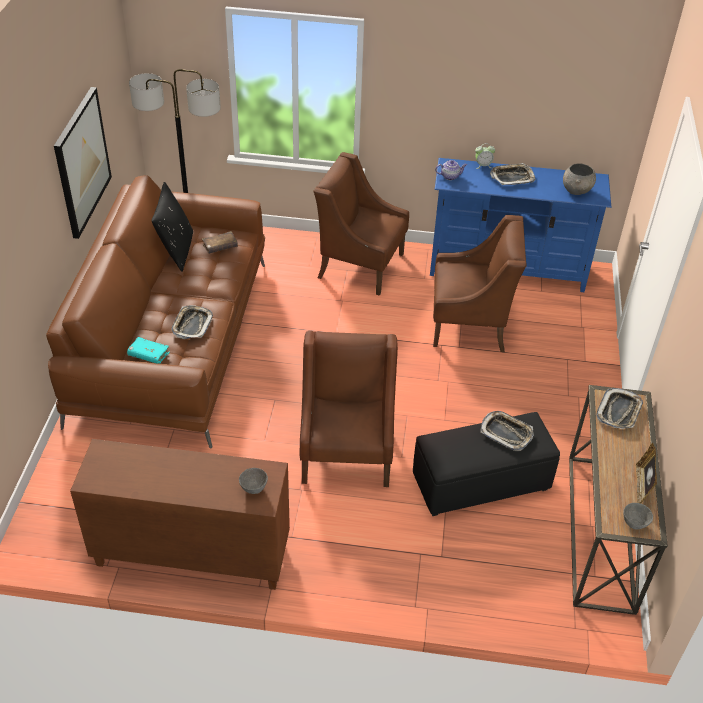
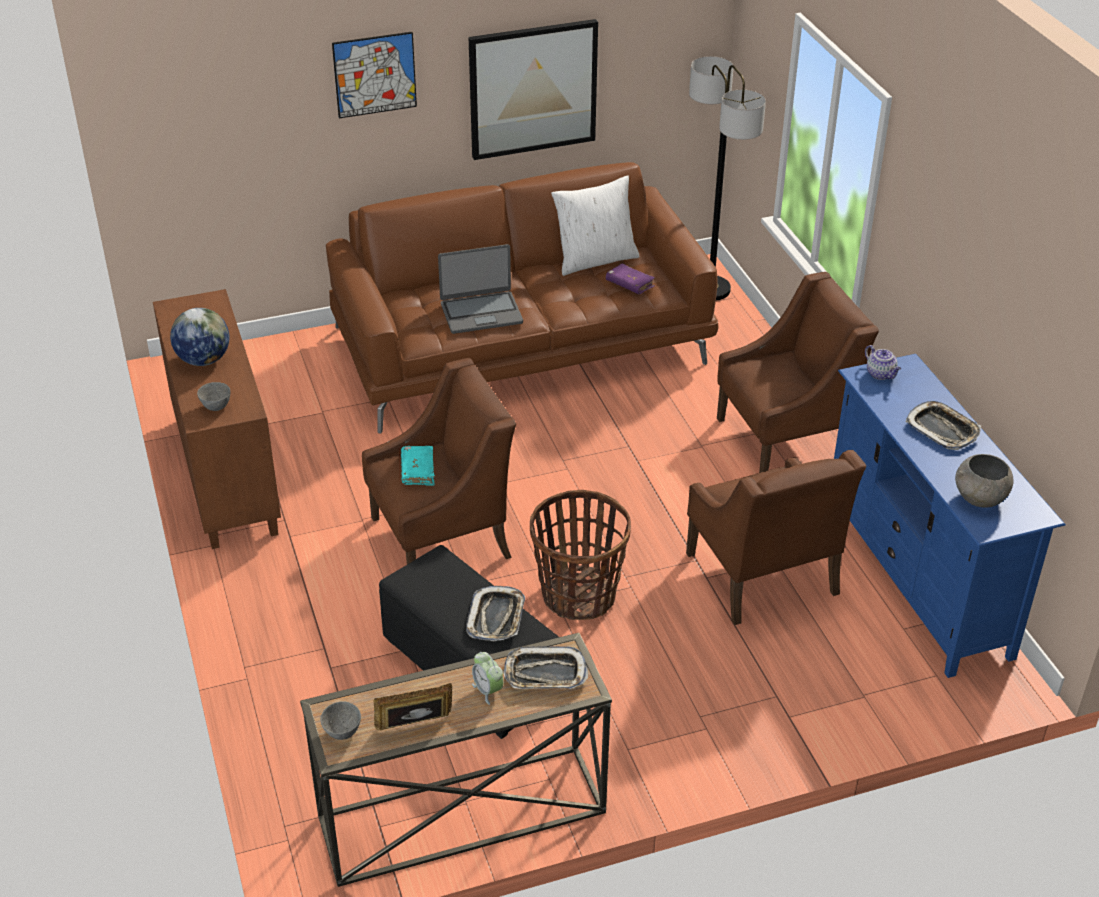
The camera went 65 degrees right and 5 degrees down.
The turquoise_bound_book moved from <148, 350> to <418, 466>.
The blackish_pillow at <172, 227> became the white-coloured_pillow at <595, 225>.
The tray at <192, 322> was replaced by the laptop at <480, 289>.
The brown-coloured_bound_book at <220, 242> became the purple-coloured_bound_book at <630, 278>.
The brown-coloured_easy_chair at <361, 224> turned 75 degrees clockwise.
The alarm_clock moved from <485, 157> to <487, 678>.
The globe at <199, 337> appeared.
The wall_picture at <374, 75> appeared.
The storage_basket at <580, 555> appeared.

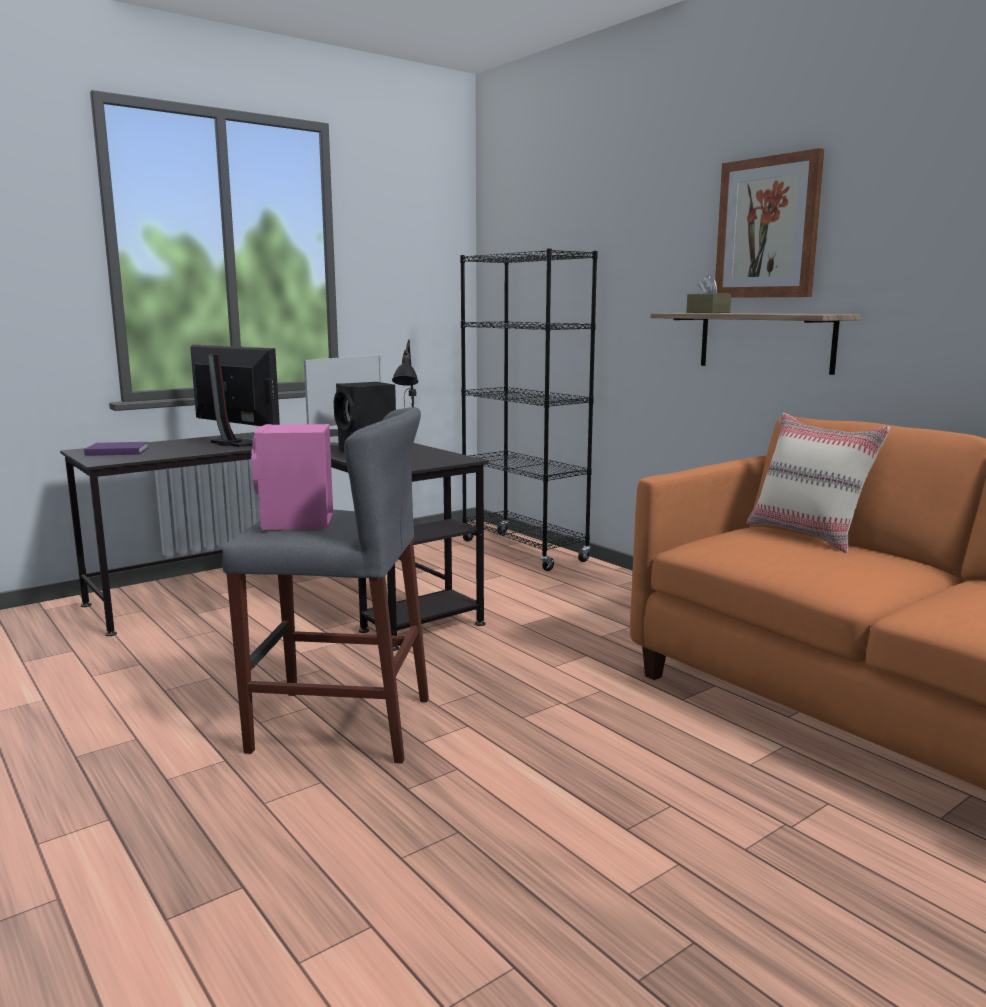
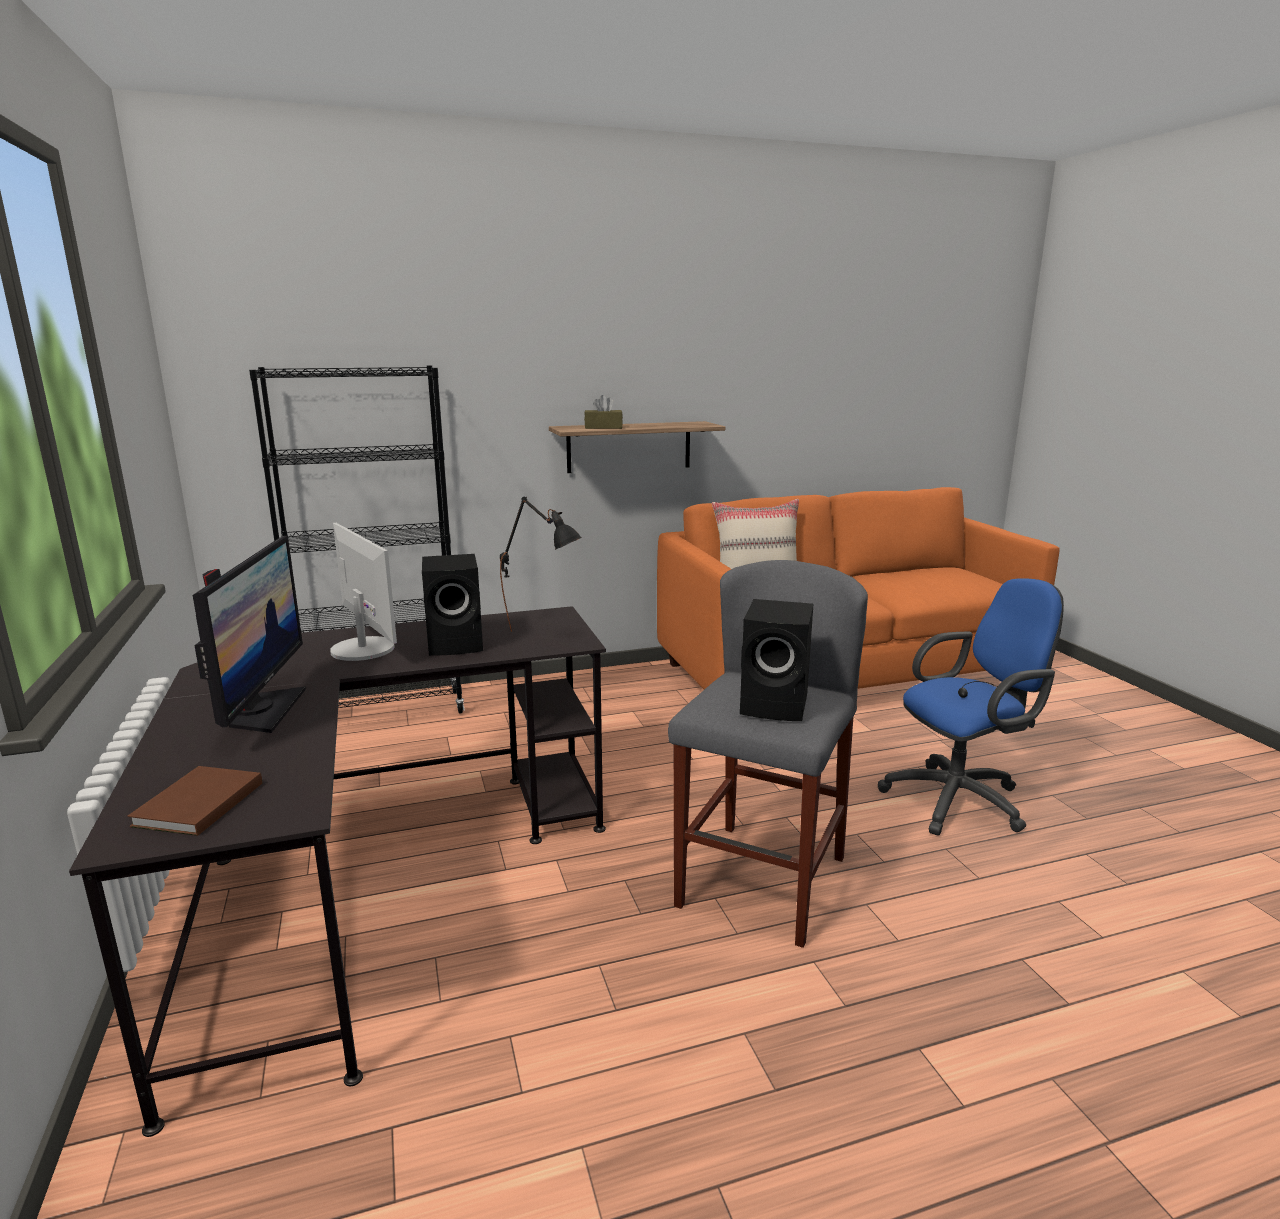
The camera went 70 degrees left and 5 degrees up.
The purple-coloured_bound_book at <116, 449> became the brown-coloured_bound_book at <195, 801>.
The computer_screen at <235, 396> turned 120 degrees clockwise.
The pink-coloured_speaker at <292, 477> became the blackish_speaker at <776, 660>.
The wall_picture at <770, 223> disappeared.
The blue-coloured_computer_chair at <971, 707> appeared.

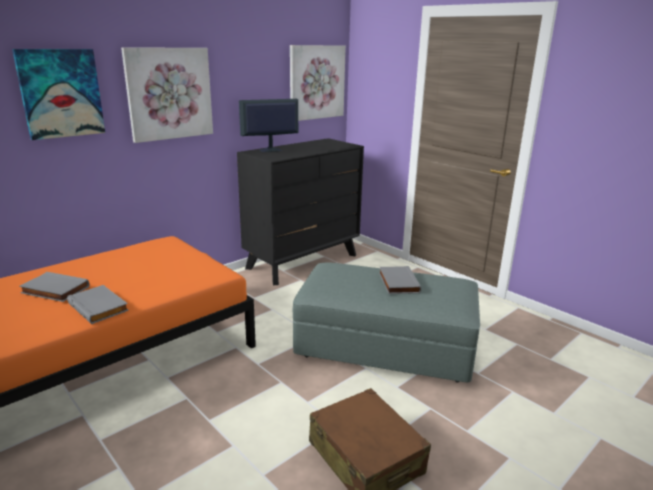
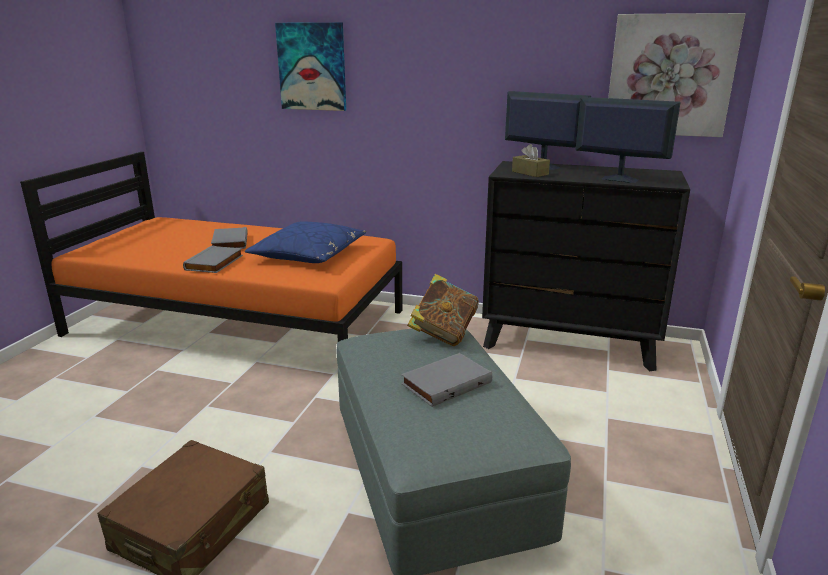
The camera went 60 degrees right and 0 degrees up.
The wall_picture at <167, 95> disappeared.
The blue-coloured_pillow at <305, 242> appeared.
The bound_book at <443, 310> appeared.
The brown-coloured_tissue_holder at <531, 160> appeared.
The computer_screen at <628, 140> appeared.

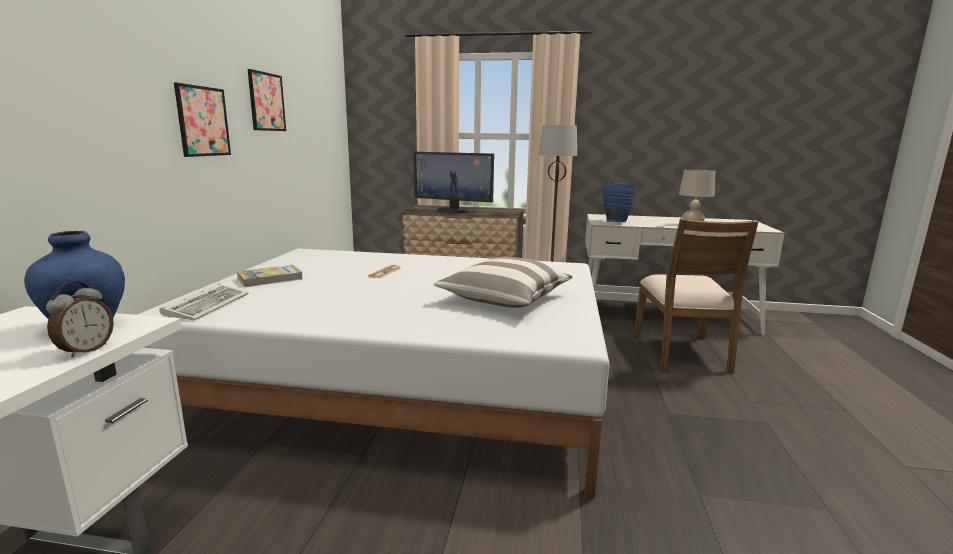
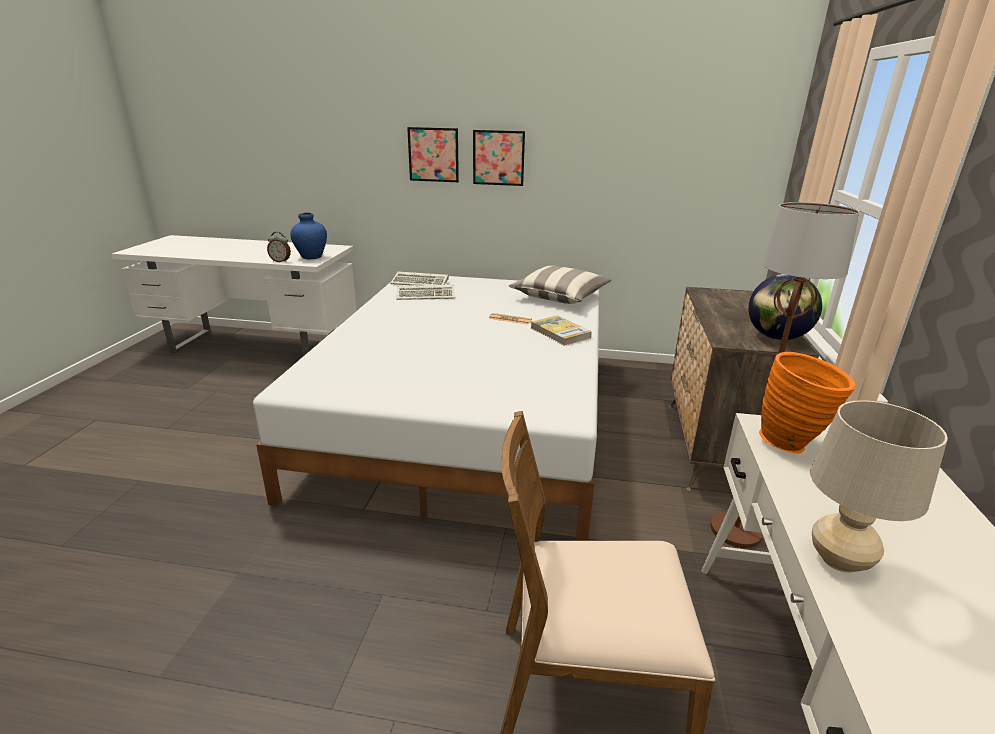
The camera went 90 degrees right and 10 degrees up.
The bound_book moved from <270, 276> to <561, 331>.
The wall_picture moved from <267, 100> to <433, 154>.
The computer_screen at <454, 182> disappeared.
The pillow moved from <503, 282> to <560, 285>.
The blue-coloured_decorative_vase at <620, 202> became the orangey_decorative_vase at <807, 403>.
The computer_keyboard at <426, 292> appeared.
The globe at <785, 307> appeared.

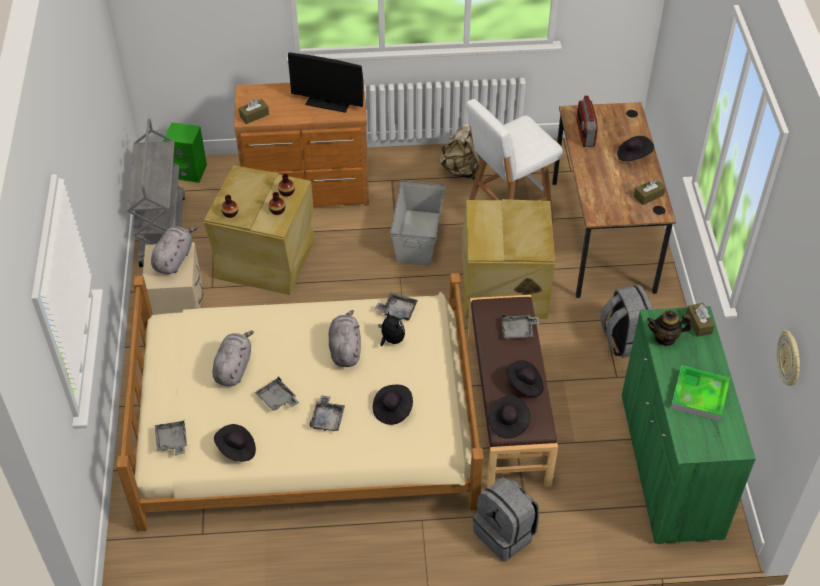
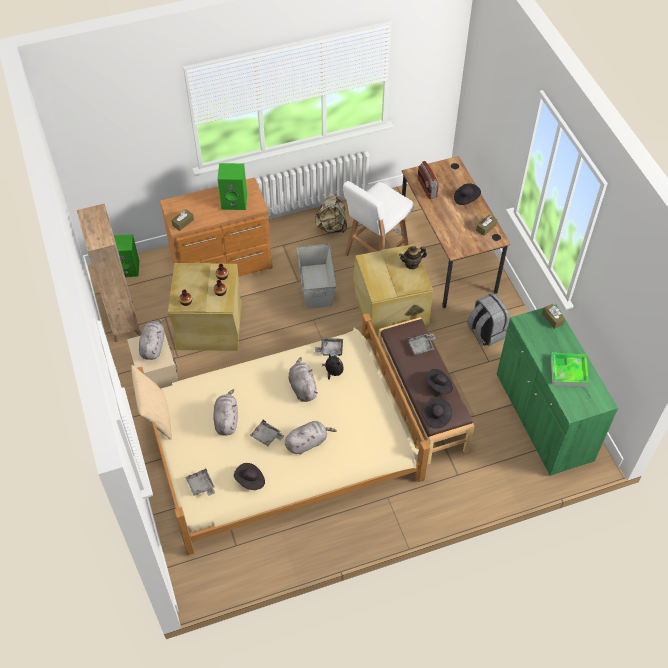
The camera went 15 degrees left and 5 degrees up.
The grey_cart at <155, 192> was replaced by the brown-coloured_shelving_unit at <109, 273>.
The computer_screen at <326, 82> was replaced by the green-coloured_speaker at <232, 186>.
The grey_tray at <327, 413> was replaced by the grey_soft_toy at <311, 437>.
The blackish_clothing_hat at <393, 405> disappeared.
The grey_backpack at <506, 519> disappeared.
The tea_pot moved from <669, 328> to <413, 257>.
The hanging_clock at <788, 358> disappeared.
The beige-coloured_pillow at <151, 402> appeared.

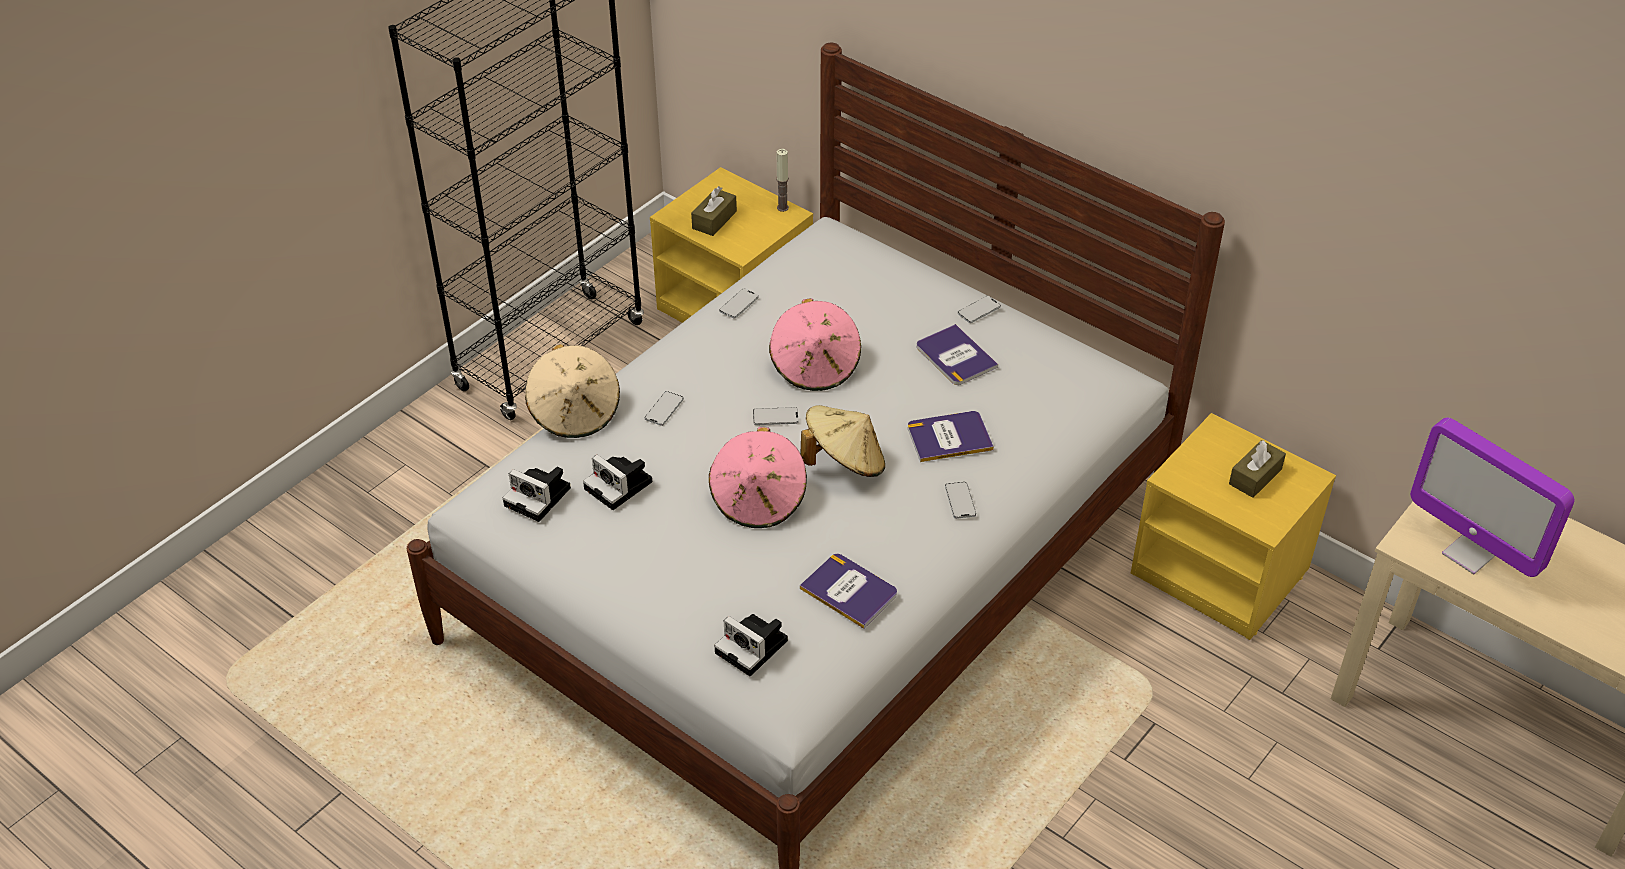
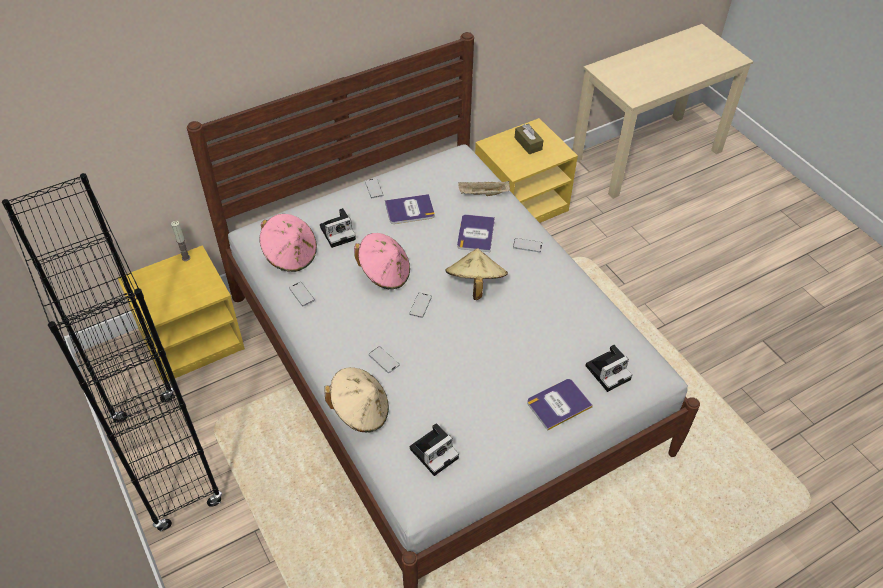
The camera went 70 degrees left and 5 degrees up.
The still_camera moved from <617, 482> to <338, 228>.
The brown-coloured_tissue_holder at <714, 211> disappeared.
The pink-coloured_clothing_hat moved from <758, 477> to <288, 243>.
The bound_book moved from <848, 591> to <560, 405>.
The computer_screen at <1492, 497> disappeared.
The beige-coloured_tray at <484, 188> appeared.

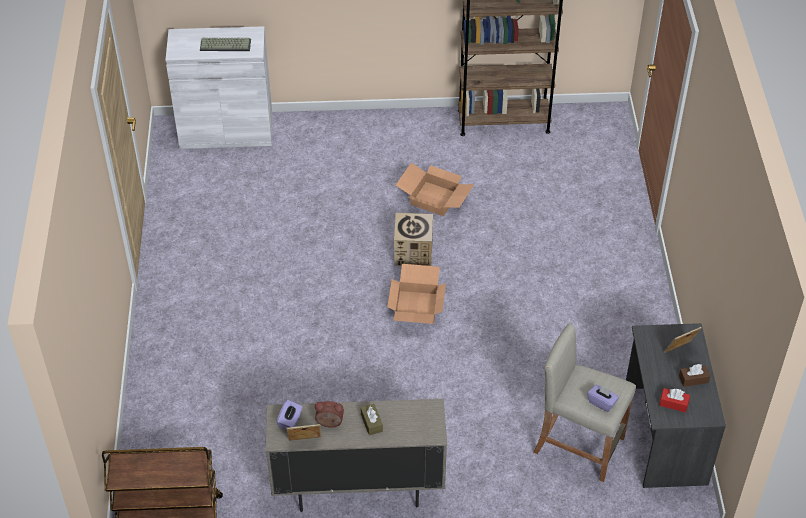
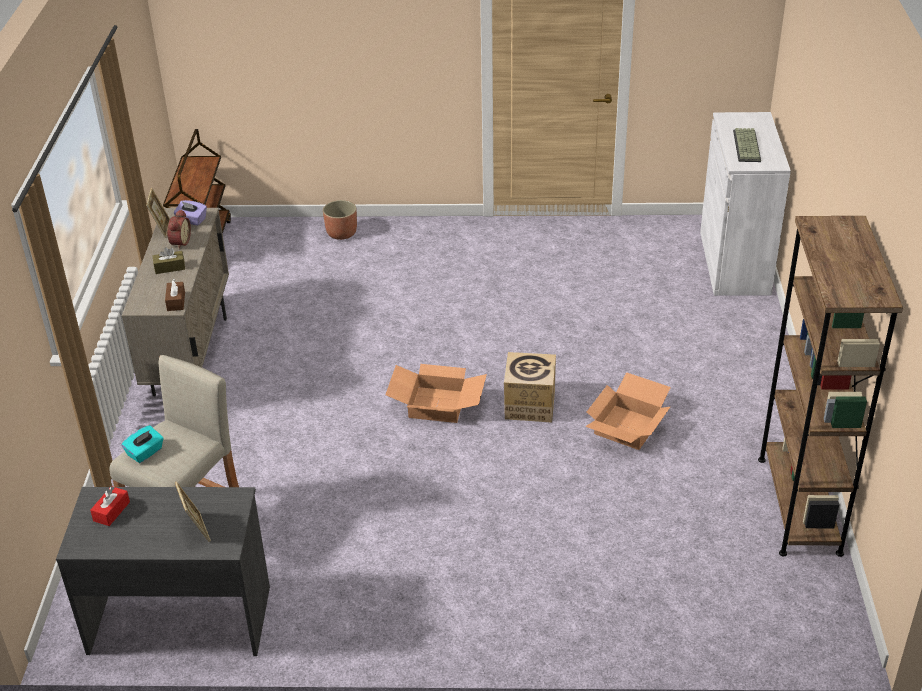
The camera went 95 degrees right and 10 degrees down.
The purple-coloured_tissue_holder at <603, 398> became the turquoise_tissue_holder at <143, 444>.
The brown-coloured_tissue_holder moved from <694, 375> to <175, 295>.
The plant_pot at <340, 220> appeared.

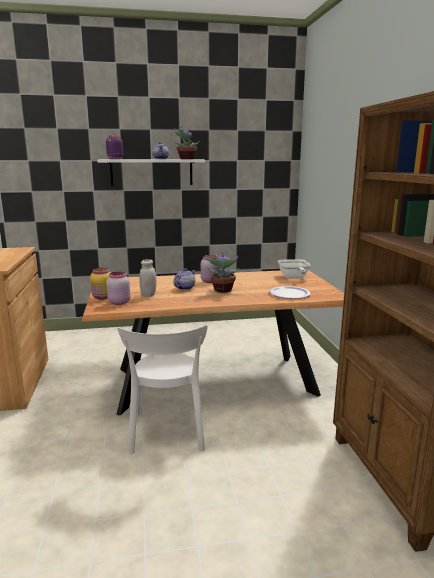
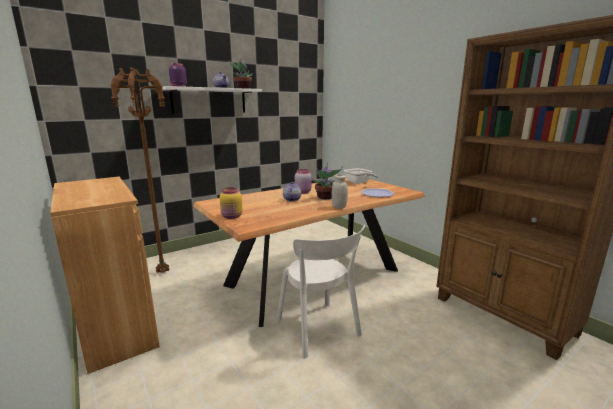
The camera went 25 degrees left and 0 degrees up.
The pink-coloured_preserve_jar at <118, 288> disappeared.
The white-coloured_preserve_jar moved from <148, 278> to <340, 191>.
The brown-coloured_standard_lamp at <139, 170> appeared.

